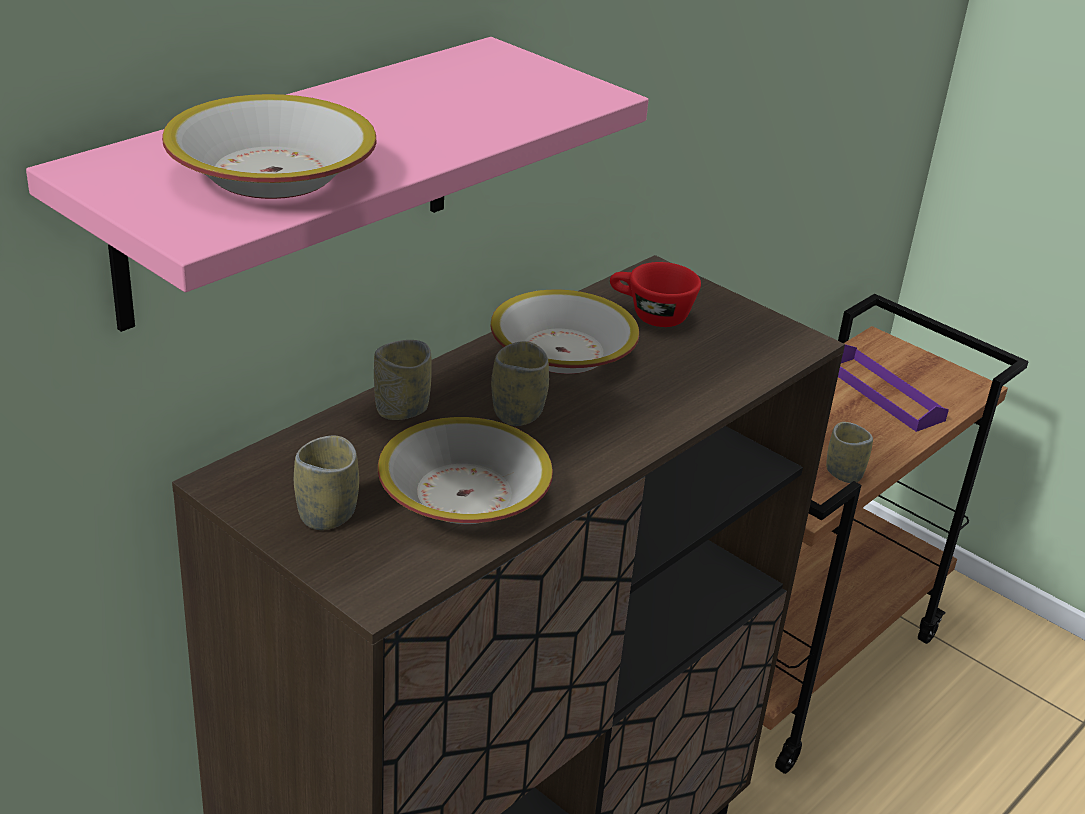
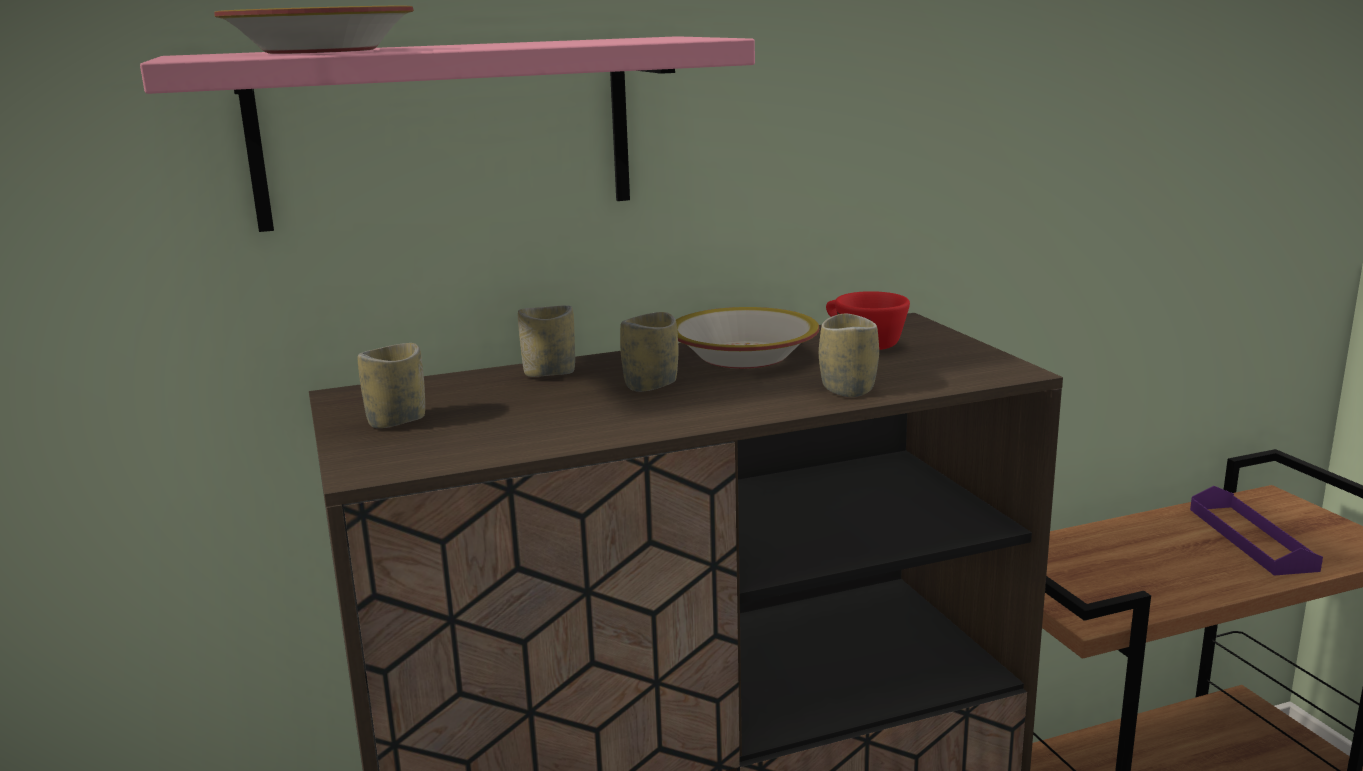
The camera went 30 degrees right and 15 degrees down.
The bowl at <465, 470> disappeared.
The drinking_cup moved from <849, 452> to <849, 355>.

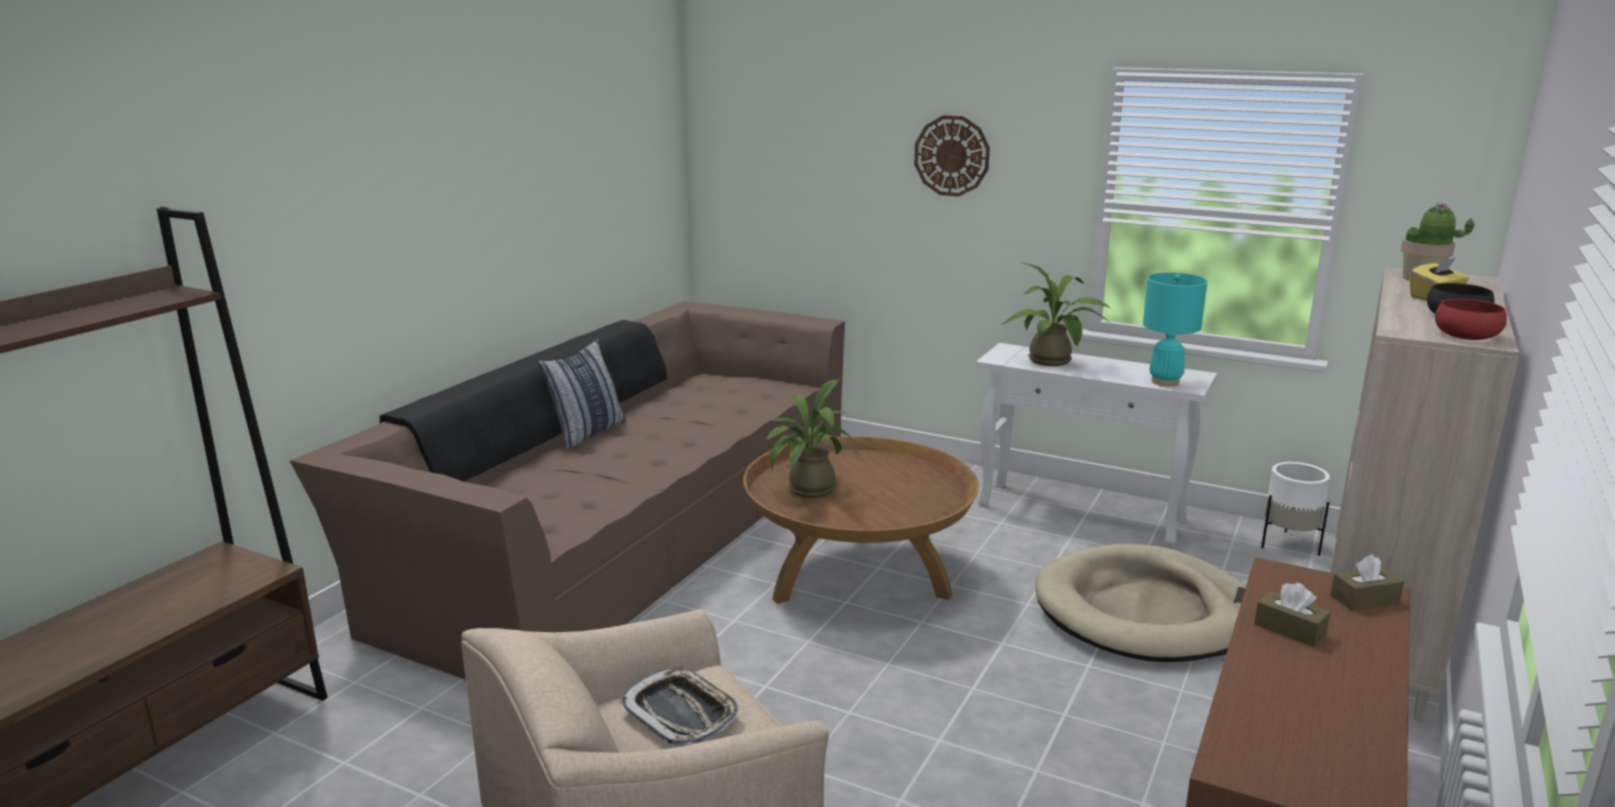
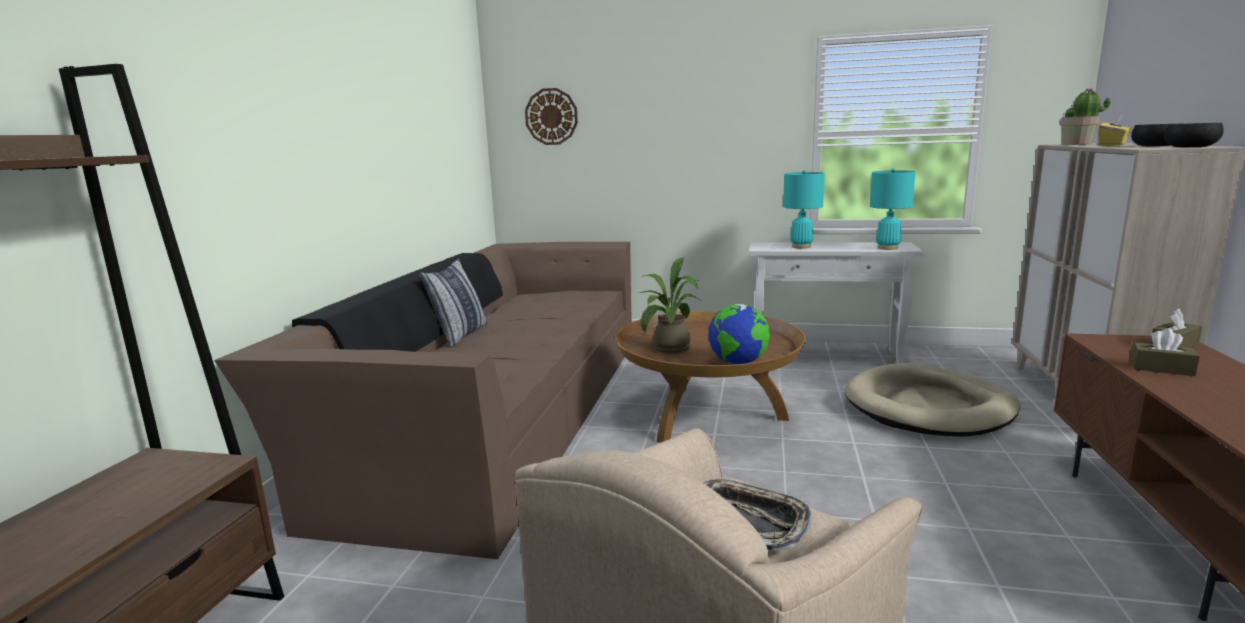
The camera went 15 degrees left and 5 degrees down.
The hanging_clock moved from <952, 156> to <551, 116>.
The plant_in_a_pot at <1056, 314> was replaced by the turquoise_lamp_for_a_table at <804, 209>.
The white-coloured_plant_pot at <1295, 509> disappeared.
The red_bowl at <1471, 319> became the blackish_bowl at <1194, 135>.
The globe at <739, 334> appeared.

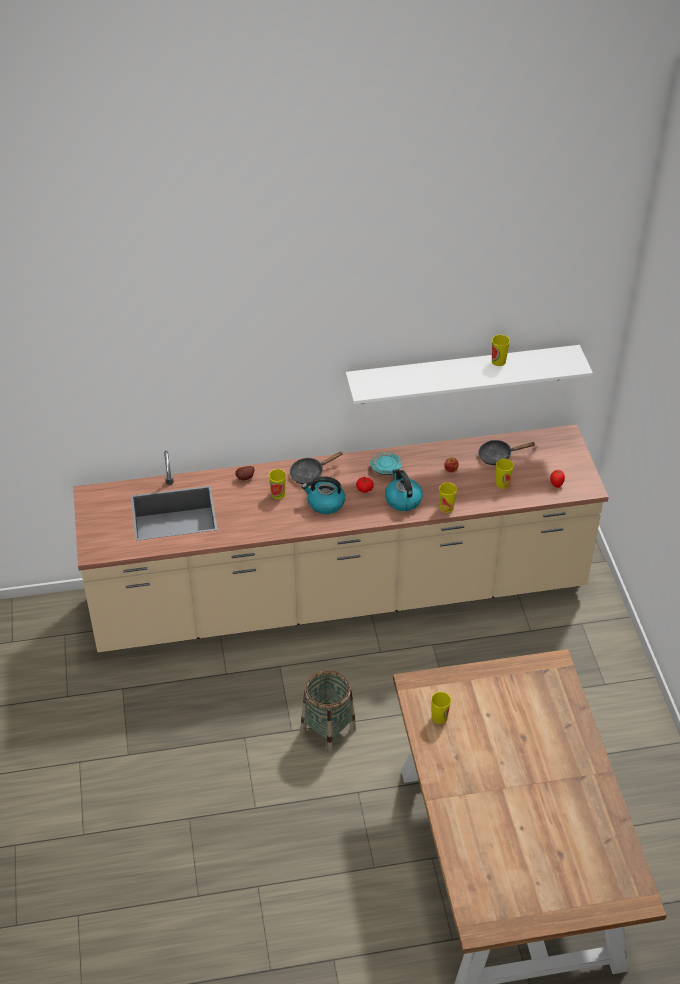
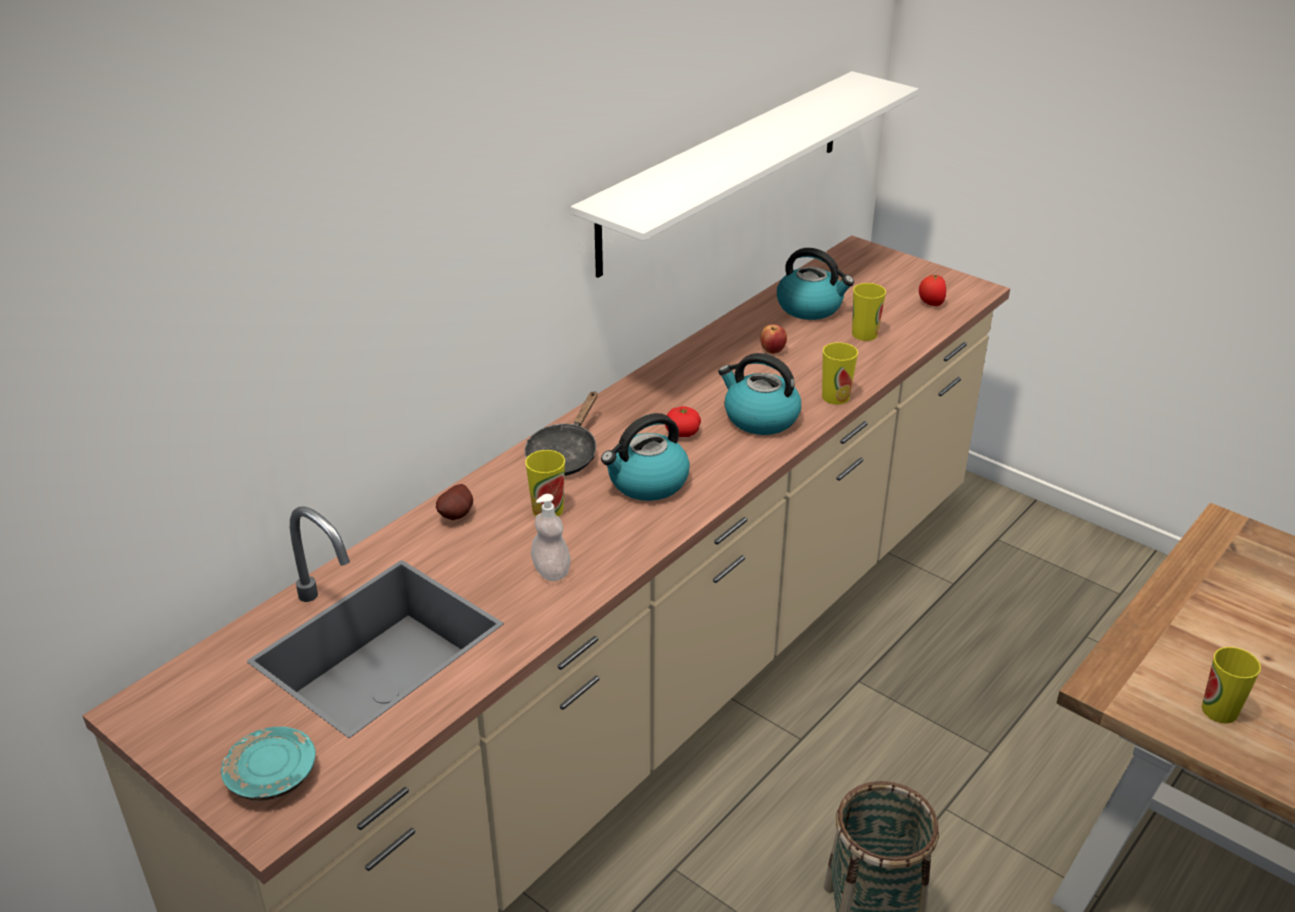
The camera went 40 degrees left and 10 degrees down.
The turquoise_flat_dish moved from <386, 463> to <268, 764>.
The blackish_skillet at <507, 452> was replaced by the water_kettle at <815, 284>.
The drinking_cup at <501, 350> disappeared.
The soap_bottle at <551, 537> appeared.

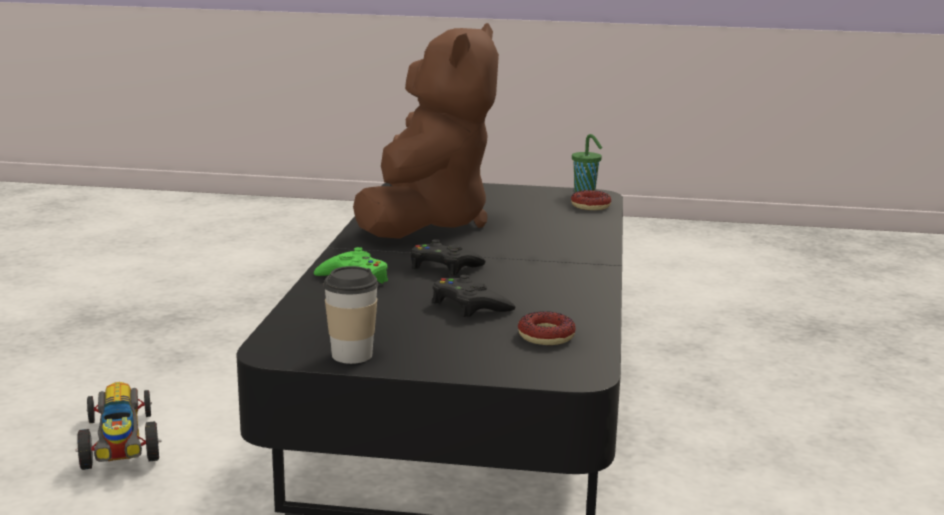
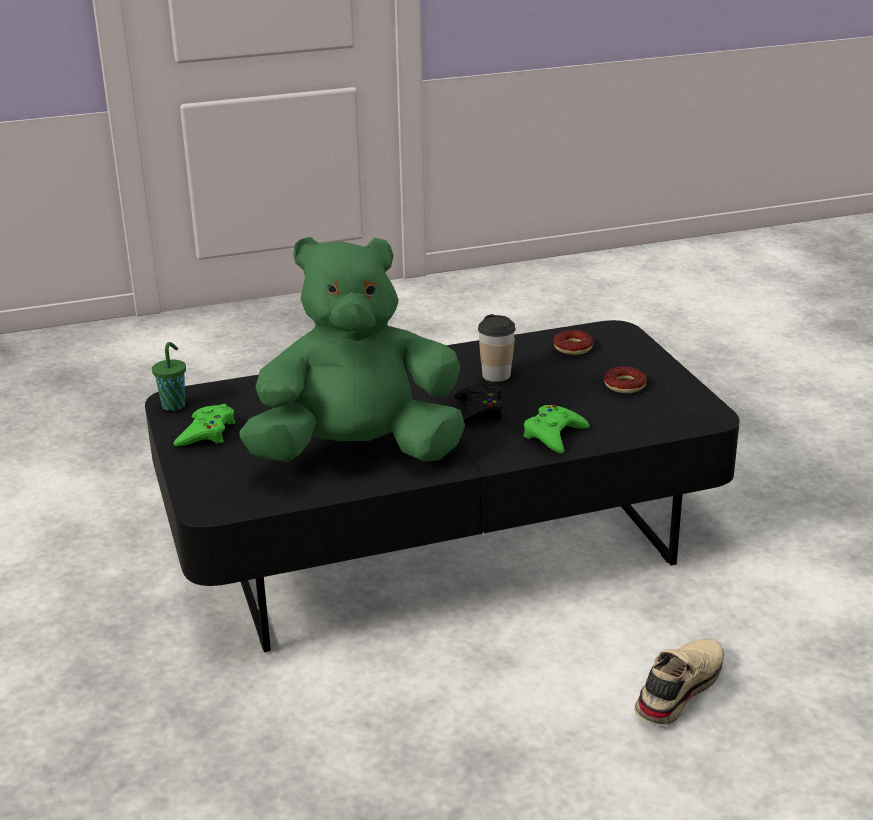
The camera went 115 degrees left and 10 degrees up.
The toy_car at <118, 426> was replaced by the beige-coloured_shoe at <679, 682>.
The drinking_cup moved from <351, 315> to <497, 348>.
The brown-coloured_soft_toy at <426, 131> became the green-coloured_soft_toy at <352, 349>.
The blackish_joypad at <473, 296> disappeared.
The doughnut moved from <591, 200> to <625, 379>.
The green-coloured_joypad at <204, 425> appeared.

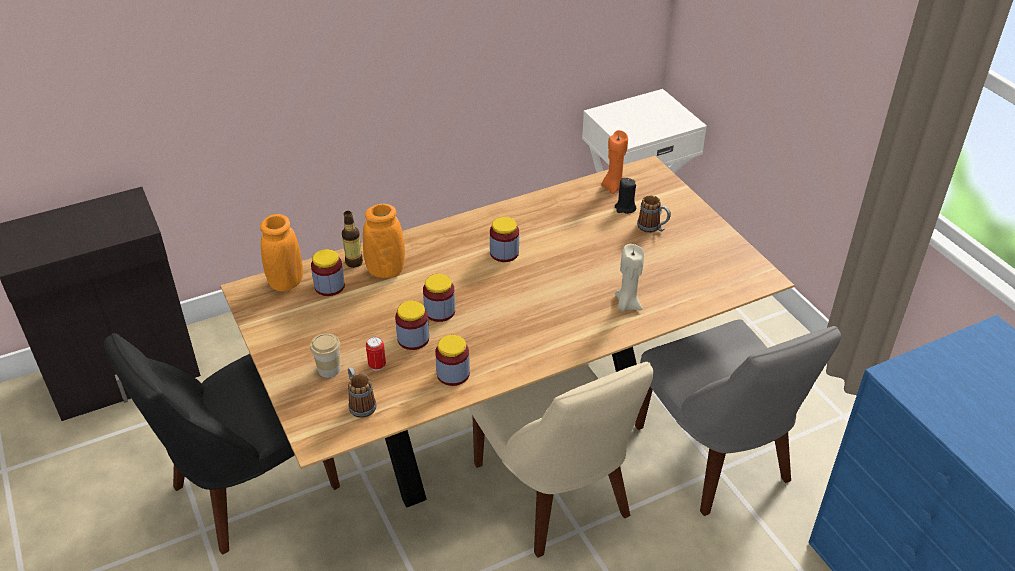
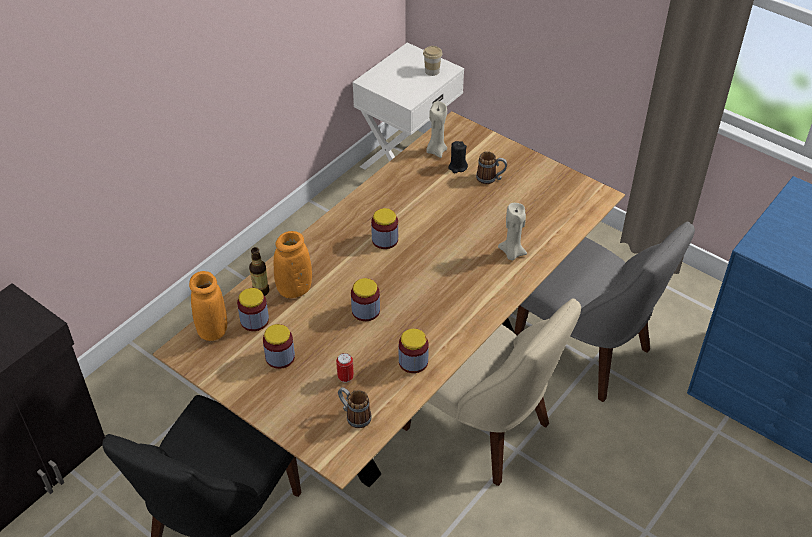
The camera went 25 degrees left and 5 degrees up.
The drinking_cup moved from <325, 355> to <432, 61>.
The preserve_jar moved from <412, 325> to <279, 346>.
The orangey_wax_light at <614, 162> became the beige-coloured_wax_light at <436, 129>.

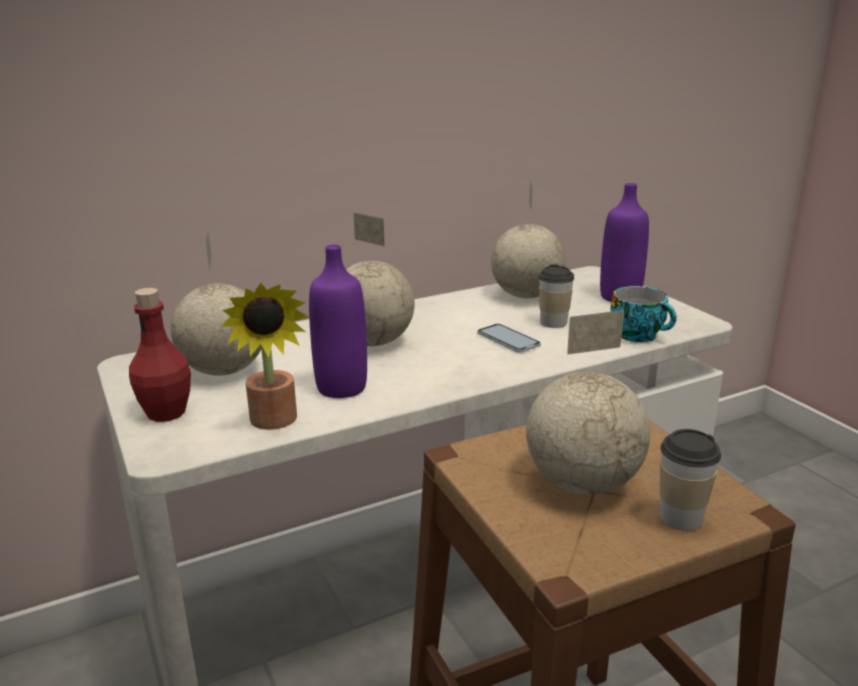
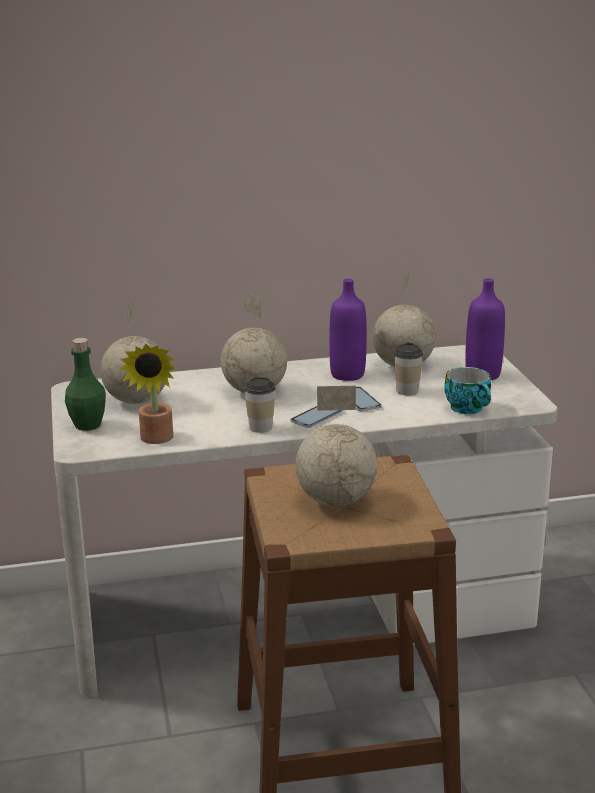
The camera went 15 degrees right and 0 degrees up.
The red_beverage_bottle at <160, 355> became the green-coloured_beverage_bottle at <85, 384>.
The purple-coloured_beverage_bottle moved from <338, 321> to <348, 330>.
The drinking_cup moved from <690, 480> to <260, 405>.
The phone at <317, 417> appeared.

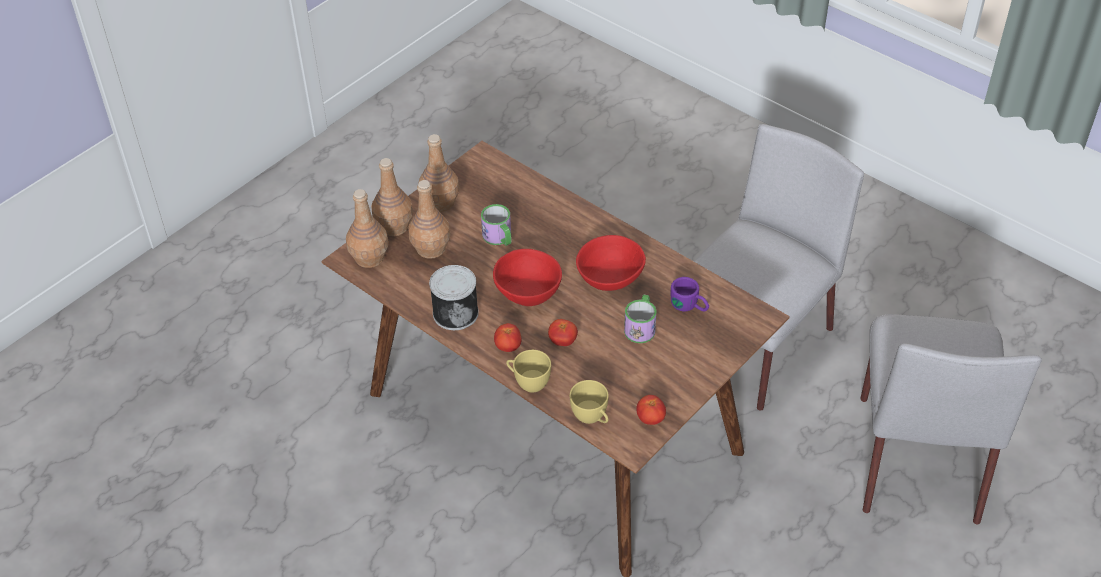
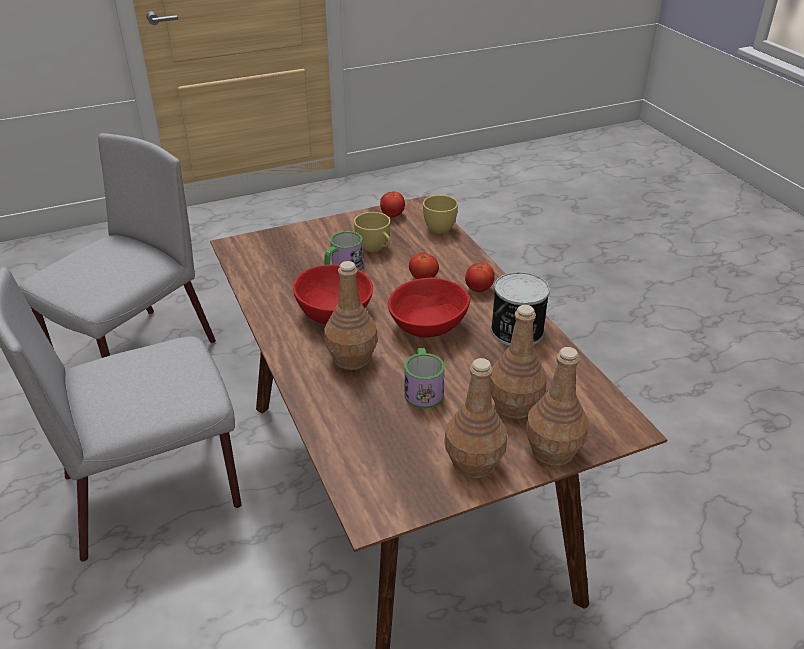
The camera went 155 degrees left and 10 degrees down.
The brown-coloured_beverage_bottle moved from <367, 228> to <351, 315>.
The yellow-coloured_drinking_cup moved from <528, 371> to <372, 232>.
The purple-coloured_coffee_mug at <690, 294> disappeared.

